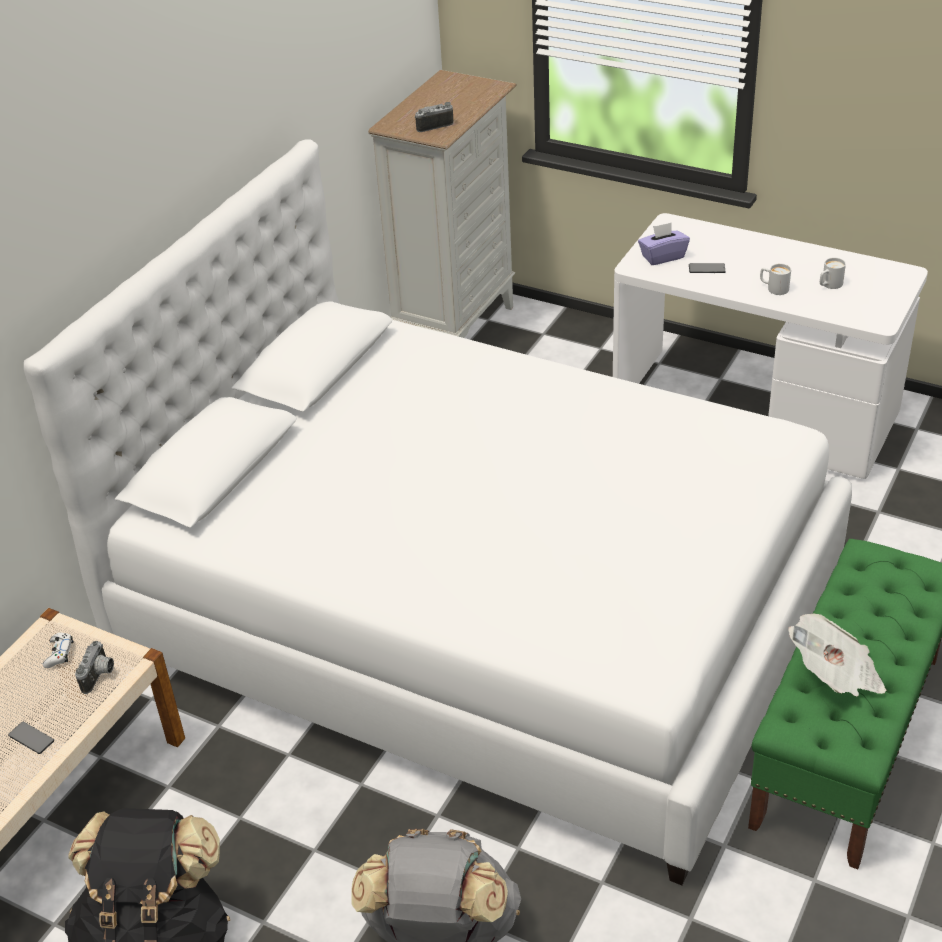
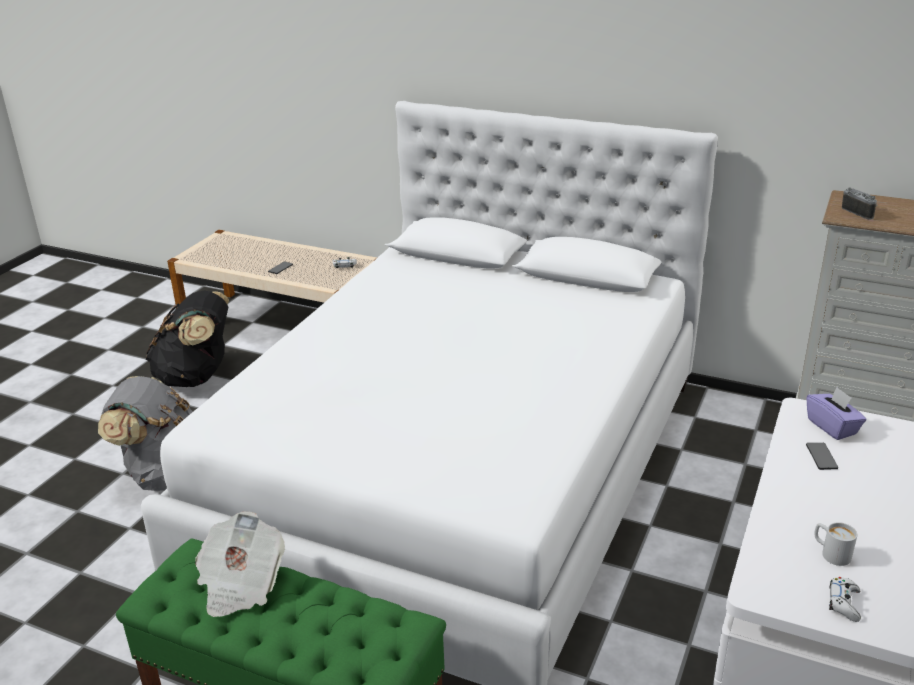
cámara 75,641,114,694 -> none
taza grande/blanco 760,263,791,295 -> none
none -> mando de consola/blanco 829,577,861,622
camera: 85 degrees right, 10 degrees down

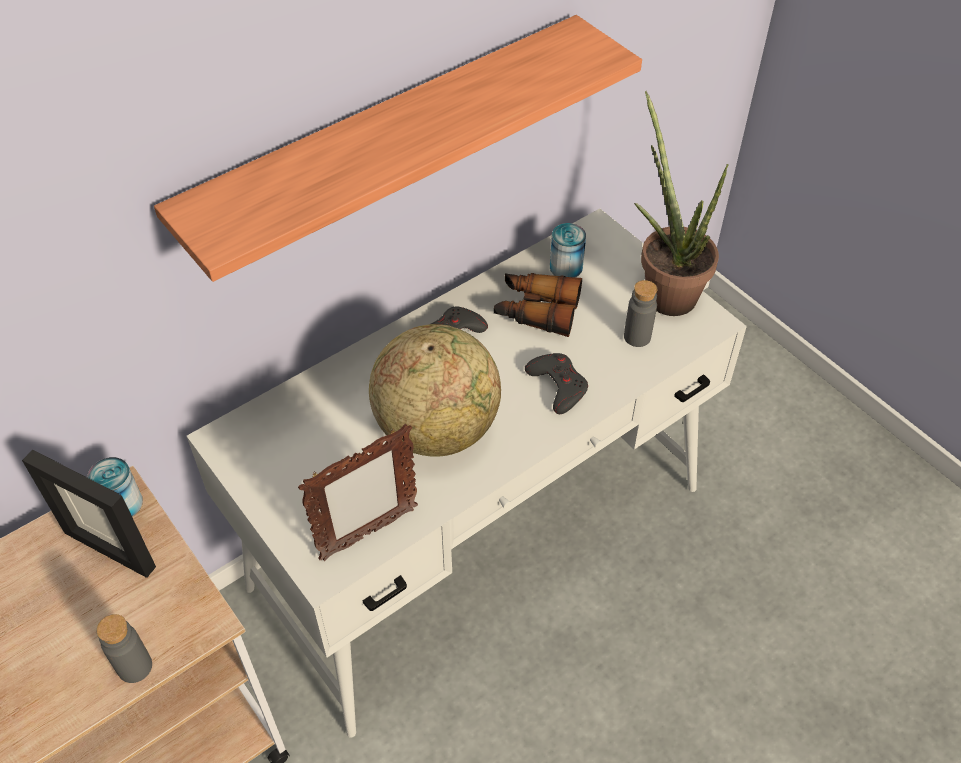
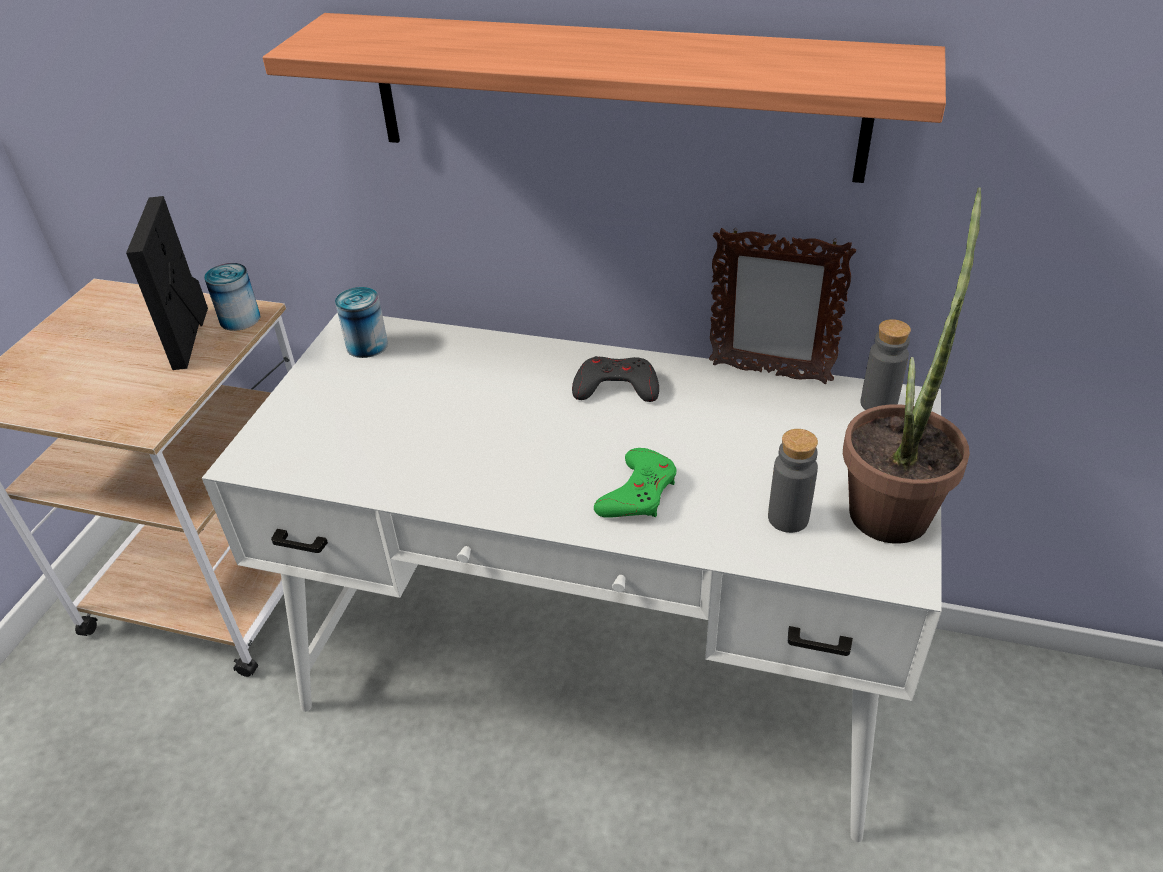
botella/gris 96,614,152,683 -> botella/gris 860,319,911,410, relocated
portarretratos 298,424,418,561 -> portarretratos 709,228,856,384, relocated
globo terráqueo 369,324,501,457 -> none
prismáticos 494,273,582,337 -> none
mando de consola/gris 525,353,588,414 -> mando de consola/verde 594,448,676,518
lata 550,223,586,277 -> lata 335,287,388,358, relocated
camera: 55 degrees right, 10 degrees down

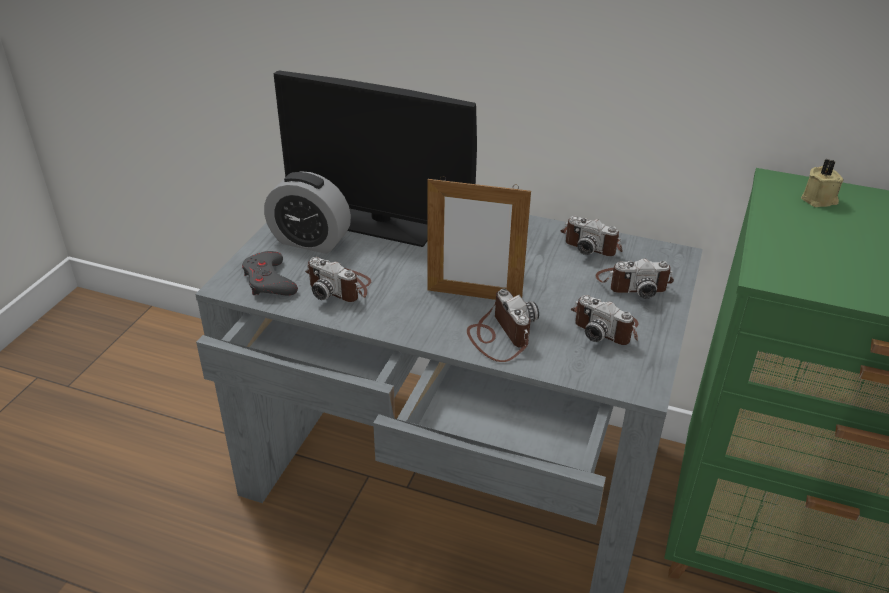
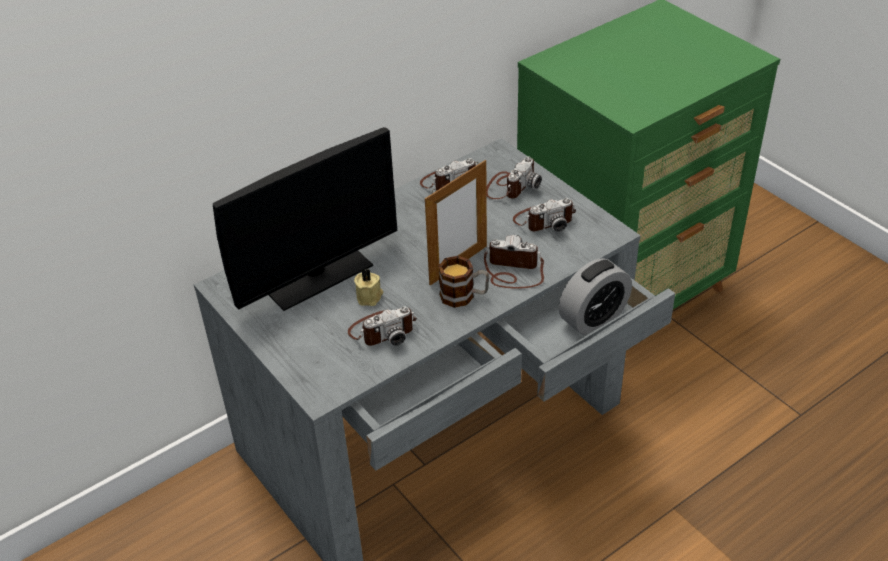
mando de consola/gris 242,251,298,296 -> none
despertador 264,171,351,254 -> despertador 559,258,632,335, relocated
vela/beis 801,159,843,207 -> vela/beis 354,269,383,306, relocated
none -> taza grande 438,256,489,308
camera: 55 degrees left, 5 degrees up

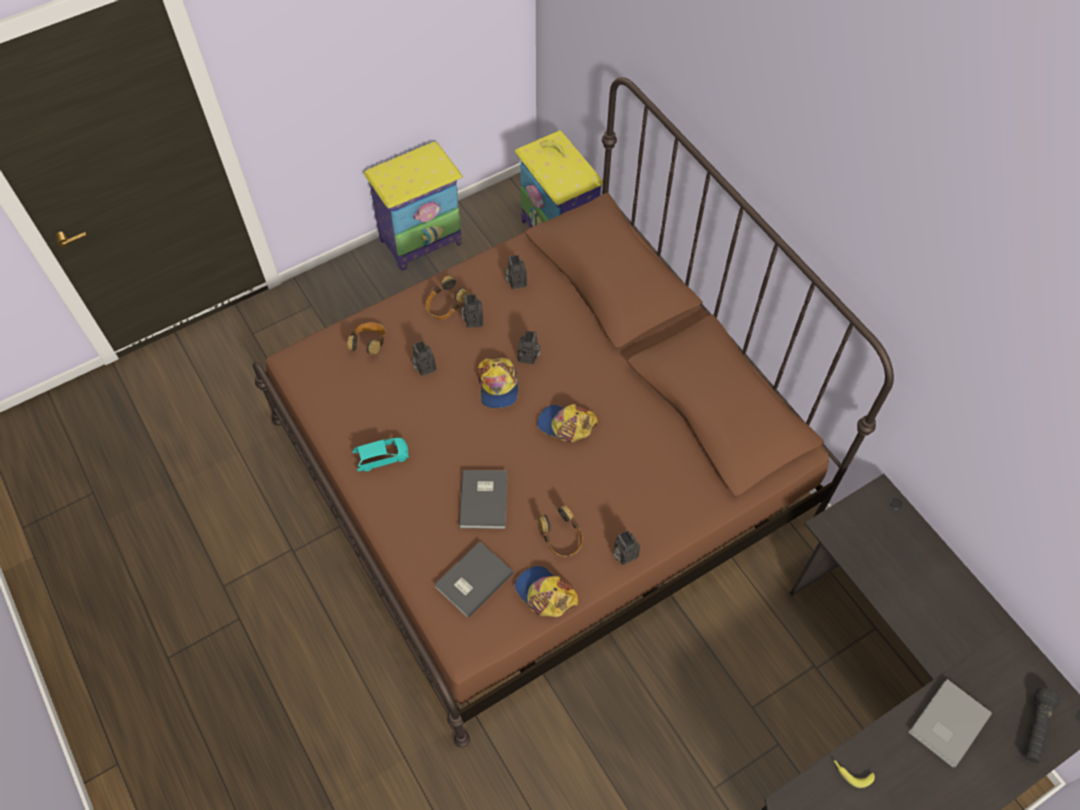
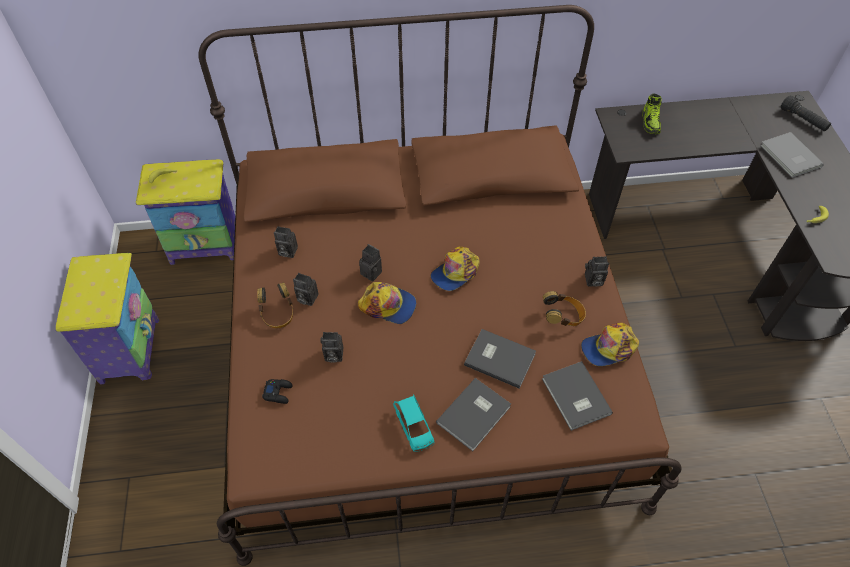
auriculares 348,322,386,355 -> mando de consola/negro 262,379,292,404
coche de juguete/turquesa 353,438,409,472 -> coche de juguete/turquesa 393,394,434,452, 150 degrees clockwise
none -> libro/gris 436,378,511,451
none -> zapato 642,93,662,134
camera: 65 degrees left, 5 degrees down

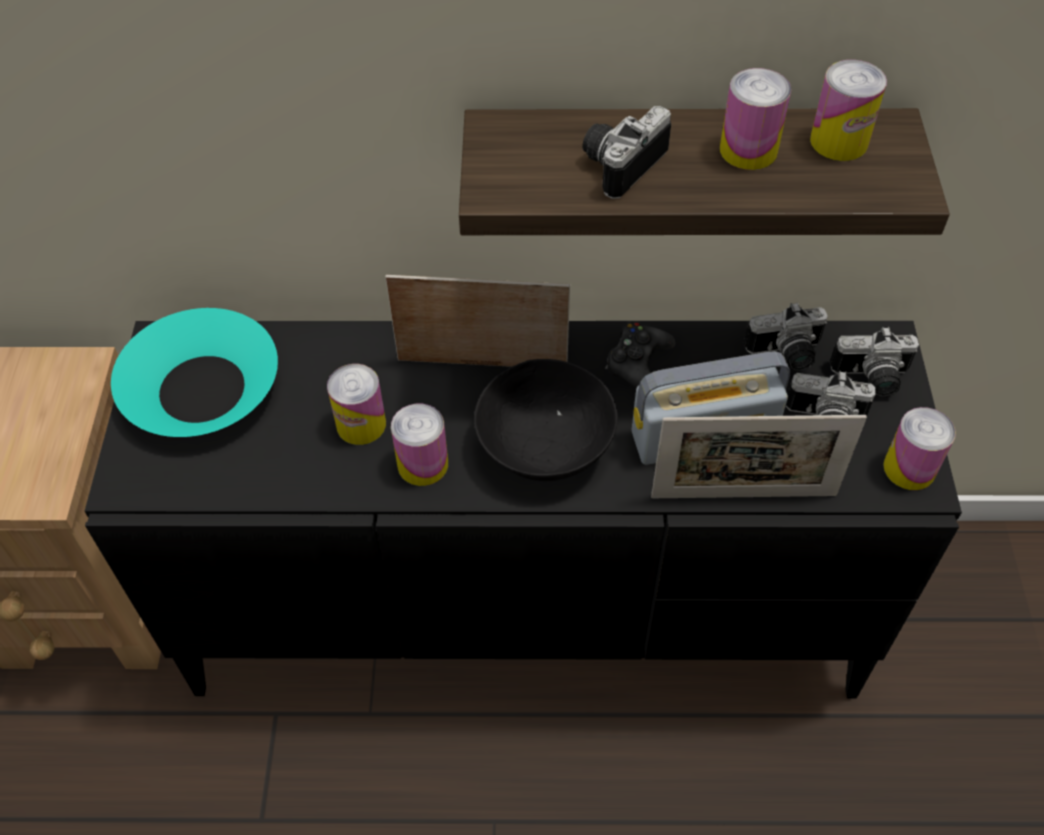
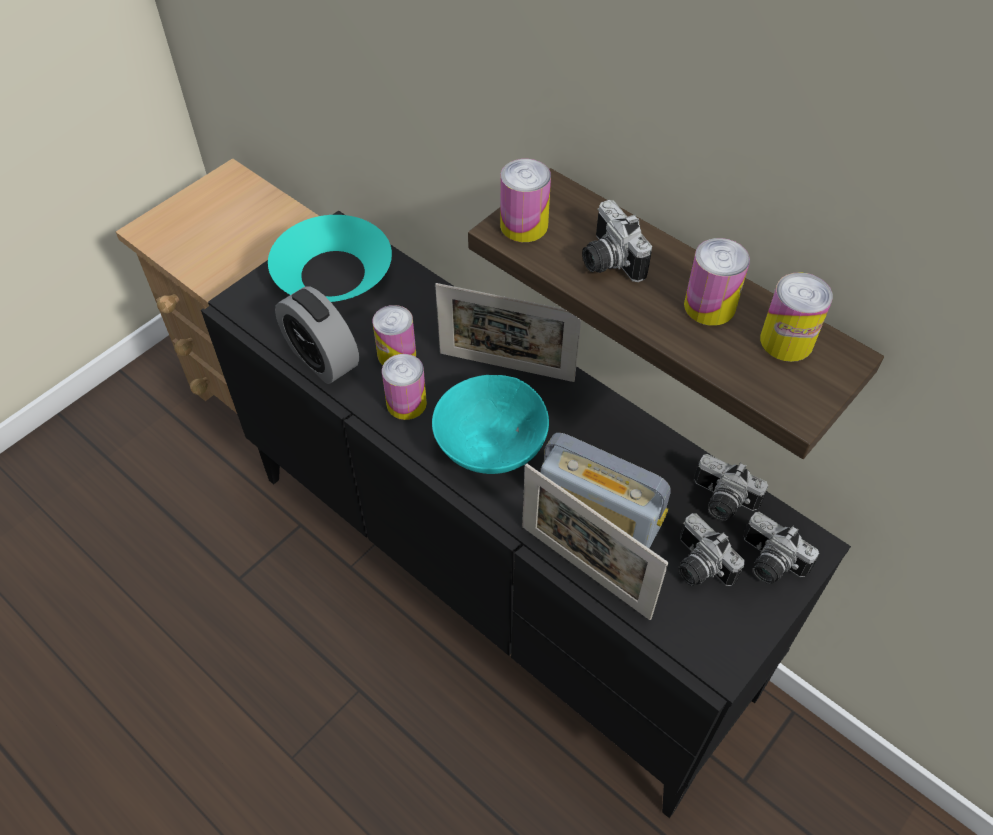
portarretratos 385,275,570,367 -> portarretratos 435,283,581,382, 150 degrees clockwise
cuenco/negro 474,359,618,481 -> cuenco/turquesa 432,375,549,474
cámara 582,106,671,199 -> cámara 582,200,652,282, 105 degrees counterclockwise
mando de consola/negro 605,323,675,388 -> none
lata 883,407,956,490 -> lata 500,159,551,242, relocated
none -> despertador 275,286,359,384
camera: 40 degrees right, 0 degrees up

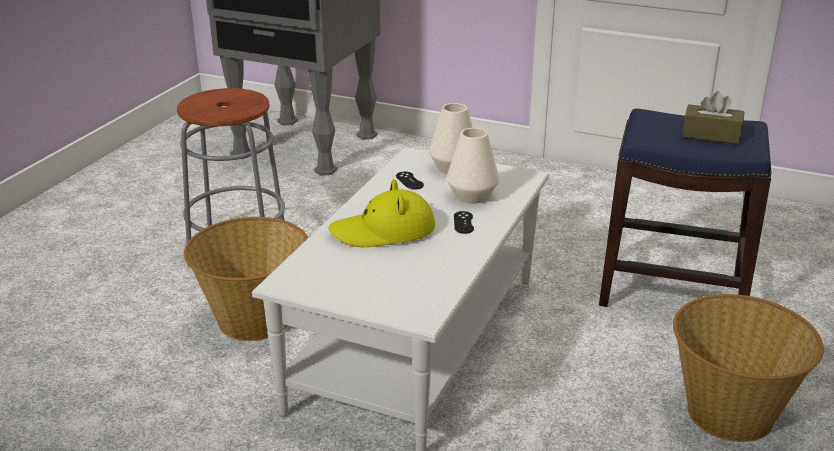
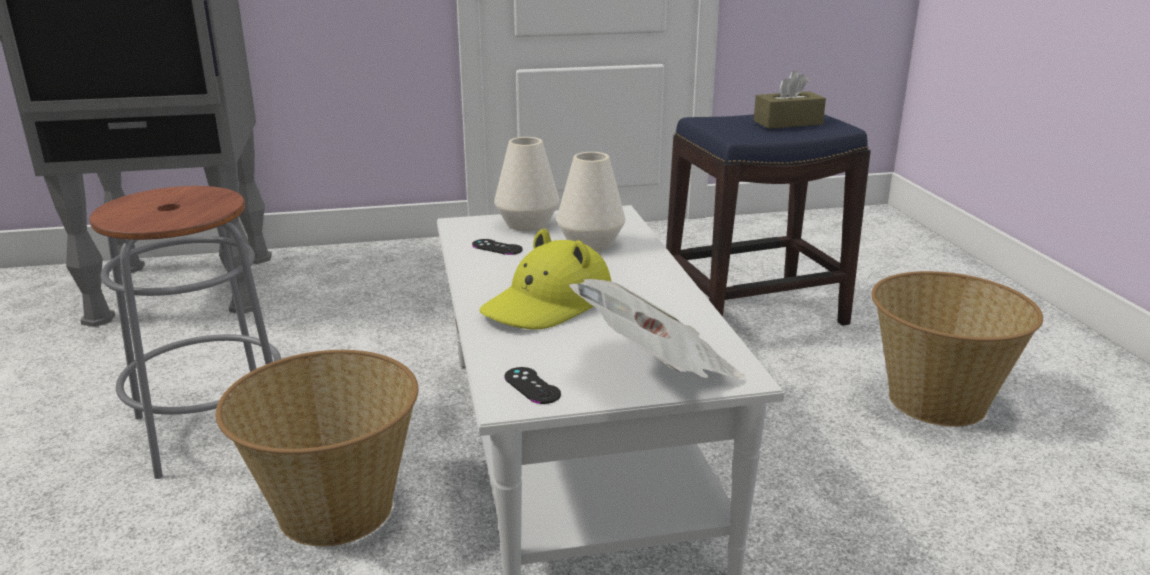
mando de consola/negro 454,211,474,234 -> mando de consola/negro 504,367,561,404, relocated
none -> periódico 569,279,745,378
camera: 35 degrees left, 5 degrees down

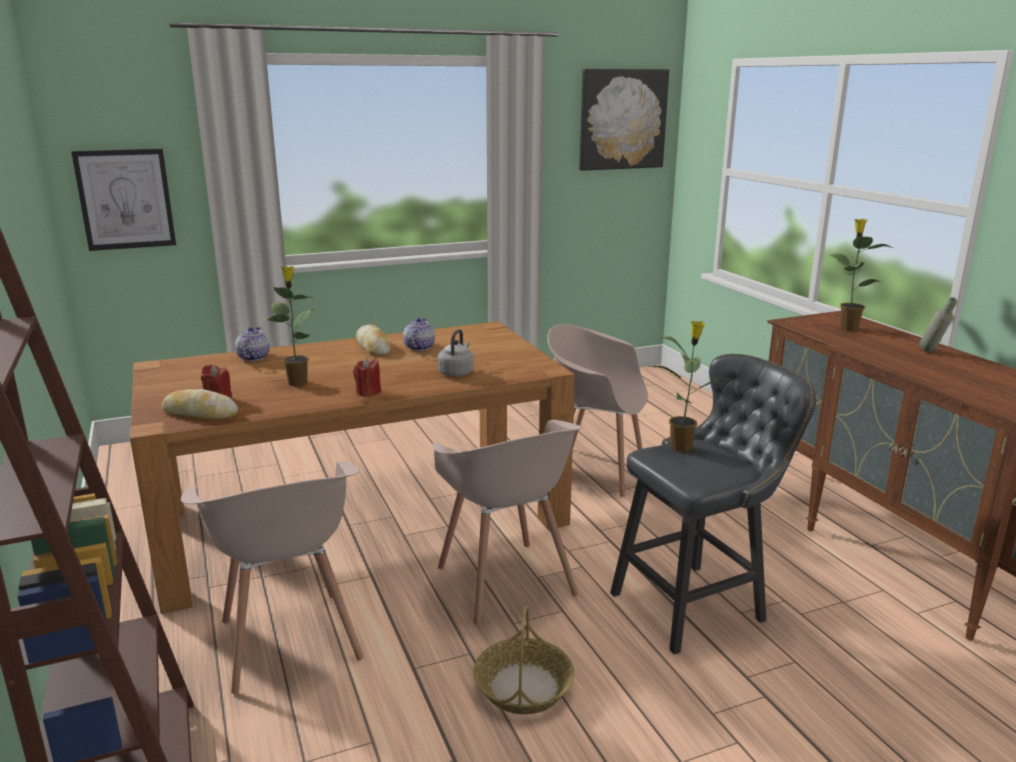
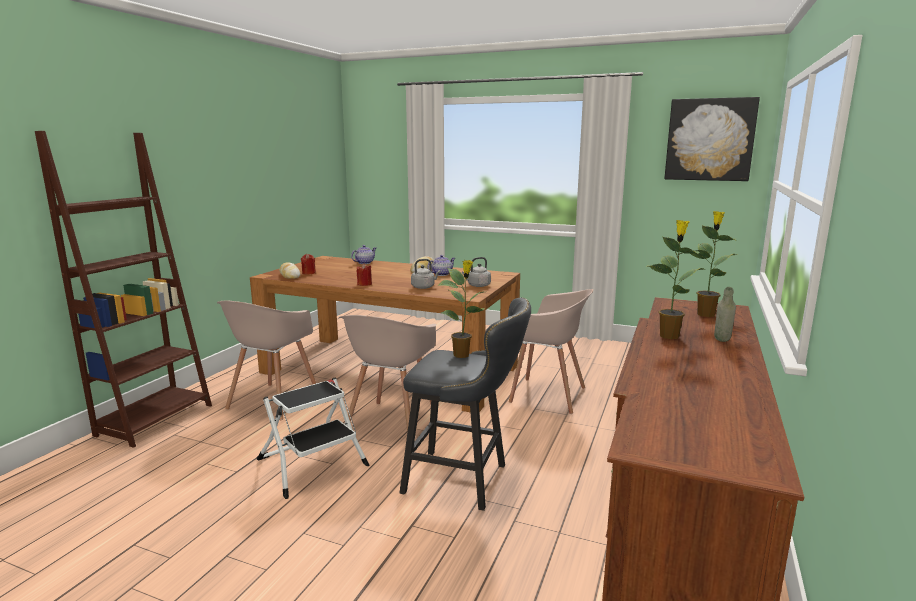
cuadro 71,148,176,251 -> none
planta en maceta 265,266,315,386 -> planta en maceta 647,220,704,339, relocated
cesta 473,606,574,714 -> escalera de tijera 257,377,369,499
silla/beis 547,324,648,497 -> silla/beis 509,289,593,414, 135 degrees clockwise
none -> hervidor/gris 462,257,491,287
camera: 45 degrees right, 5 degrees down

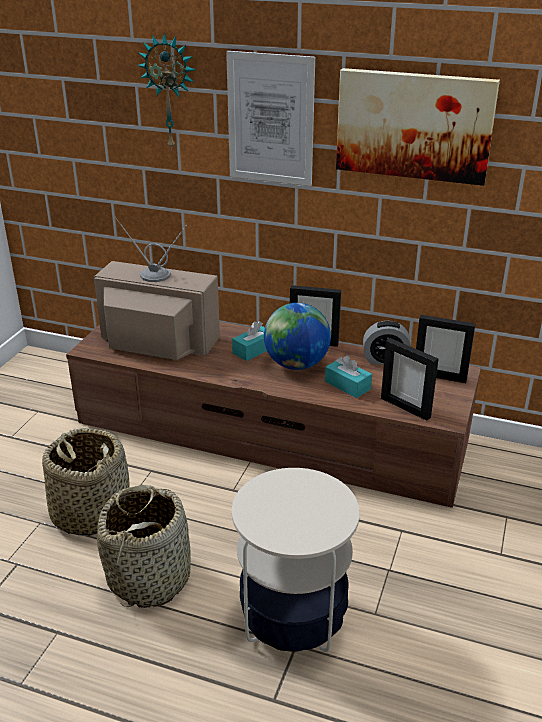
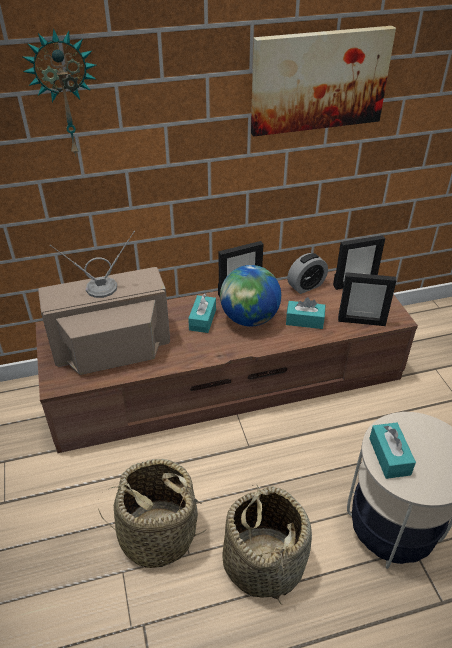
cuadro 226,51,315,186 -> none
none -> caja de pañuelos/turquesa 369,423,416,479
camera: 35 degrees left, 10 degrees up

